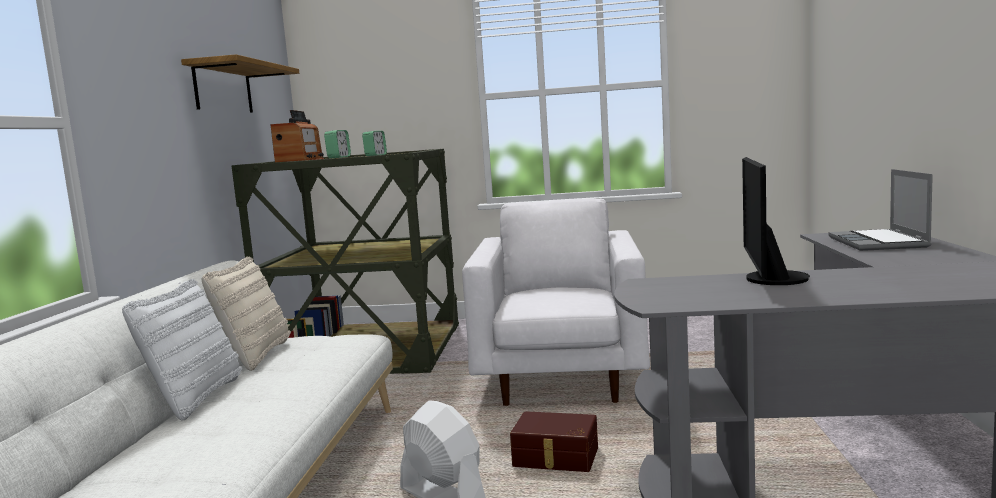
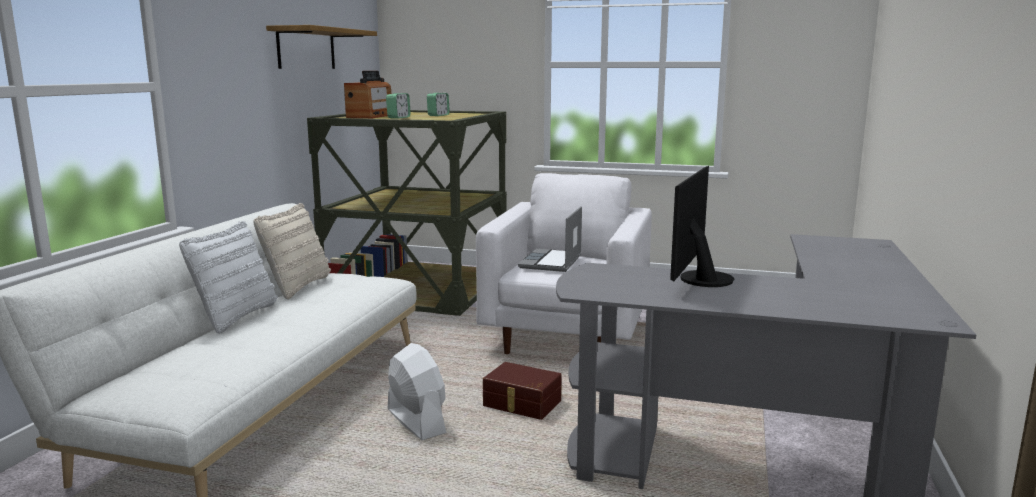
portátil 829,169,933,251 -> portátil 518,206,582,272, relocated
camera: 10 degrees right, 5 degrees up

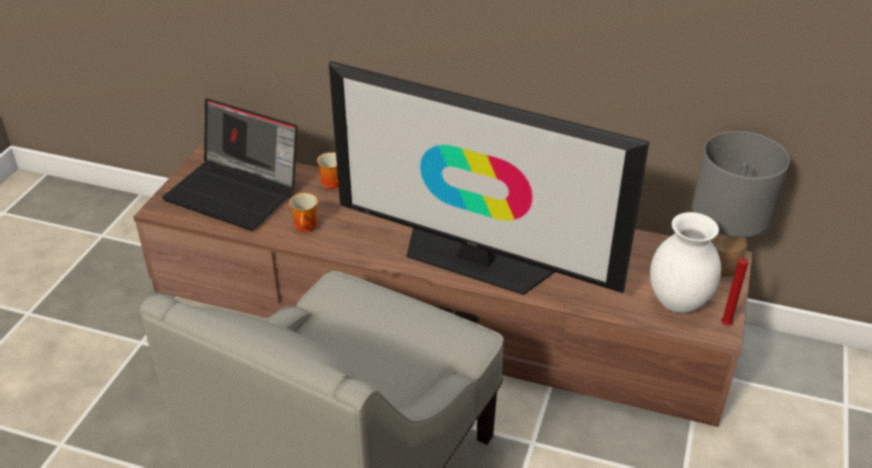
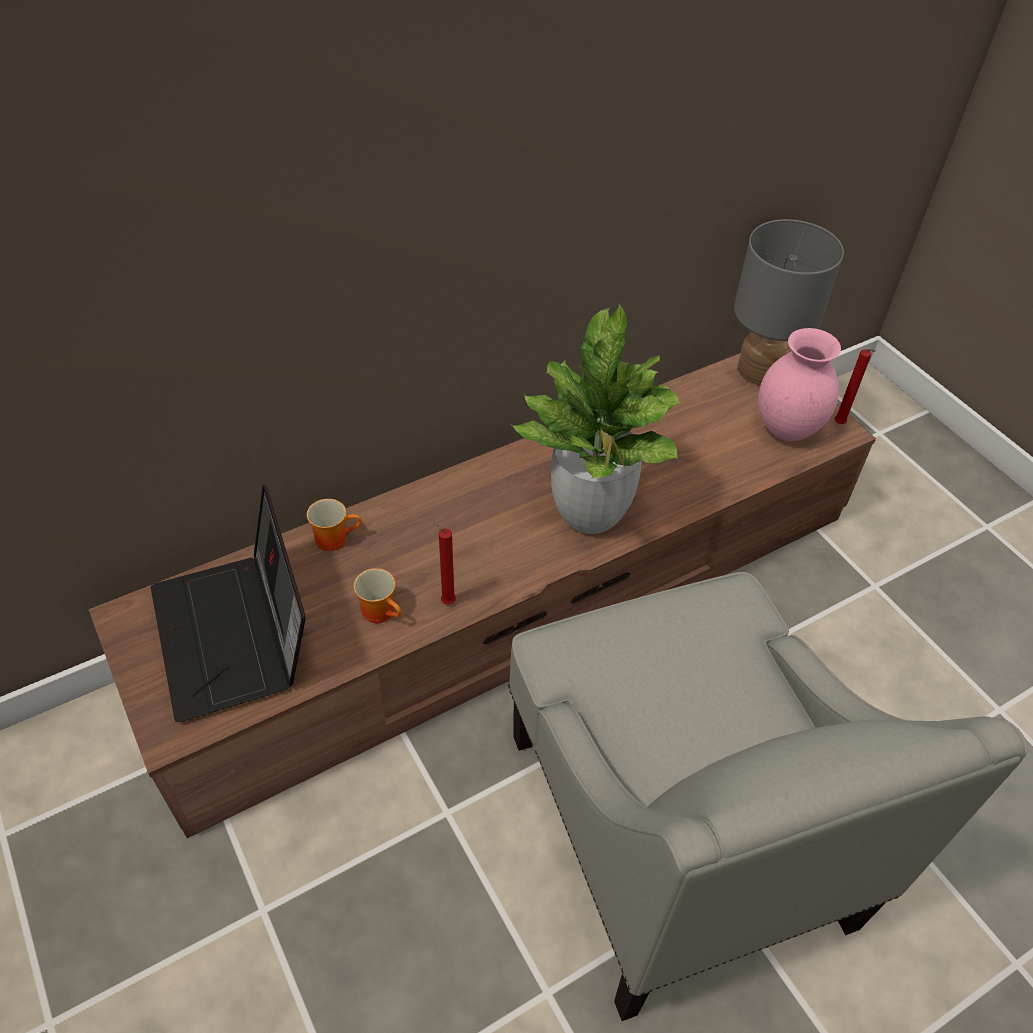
portátil 162,98,298,231 -> portátil 151,485,306,722, 90 degrees clockwise
televisor 329,61,649,295 -> planta en maceta 512,304,680,534
florero/blanco 650,212,721,313 -> florero/rosa 758,328,841,441
none -> vela/rojo 432,520,456,605
camera: 50 degrees left, 10 degrees up

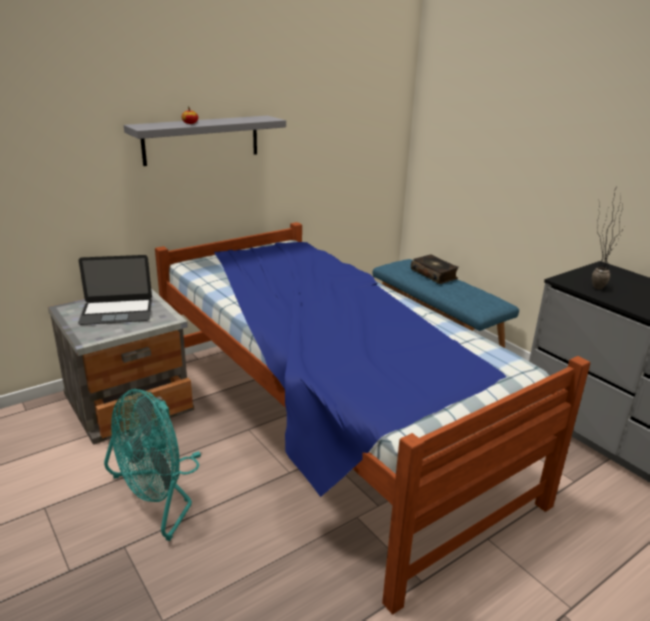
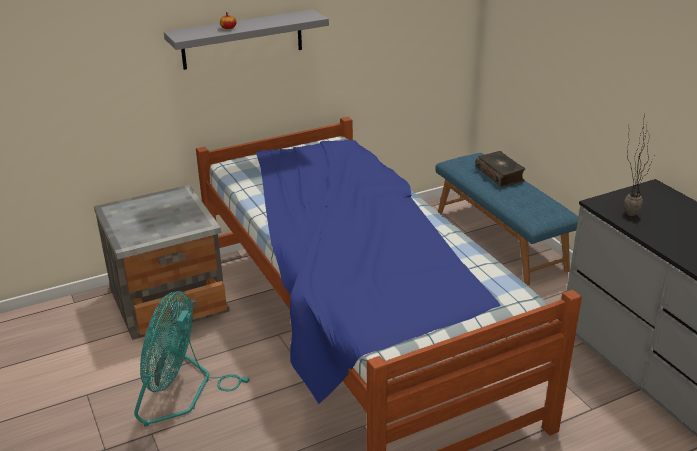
portátil 78,255,152,325 -> none
ventilador/turquesa 104,389,202,541 -> ventilador/turquesa 134,291,251,427, 45 degrees clockwise
camera: 10 degrees right, 5 degrees up

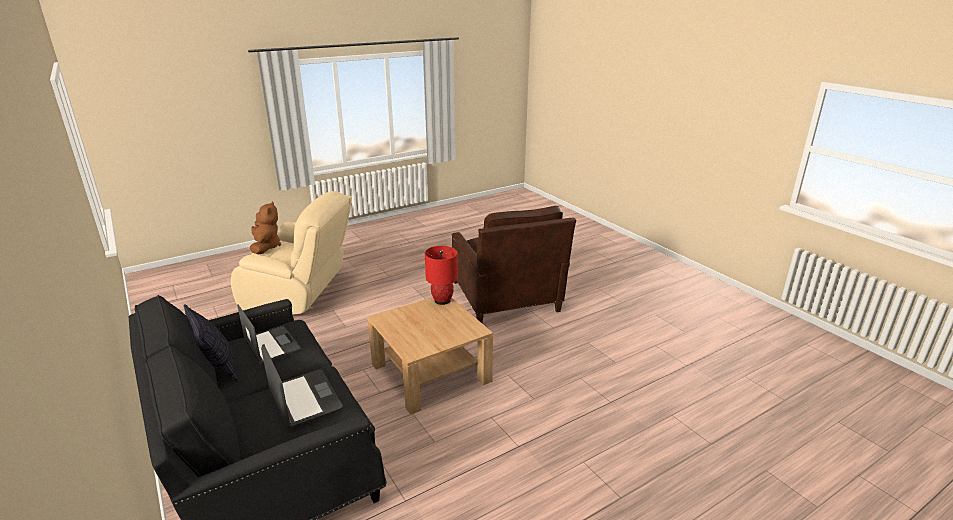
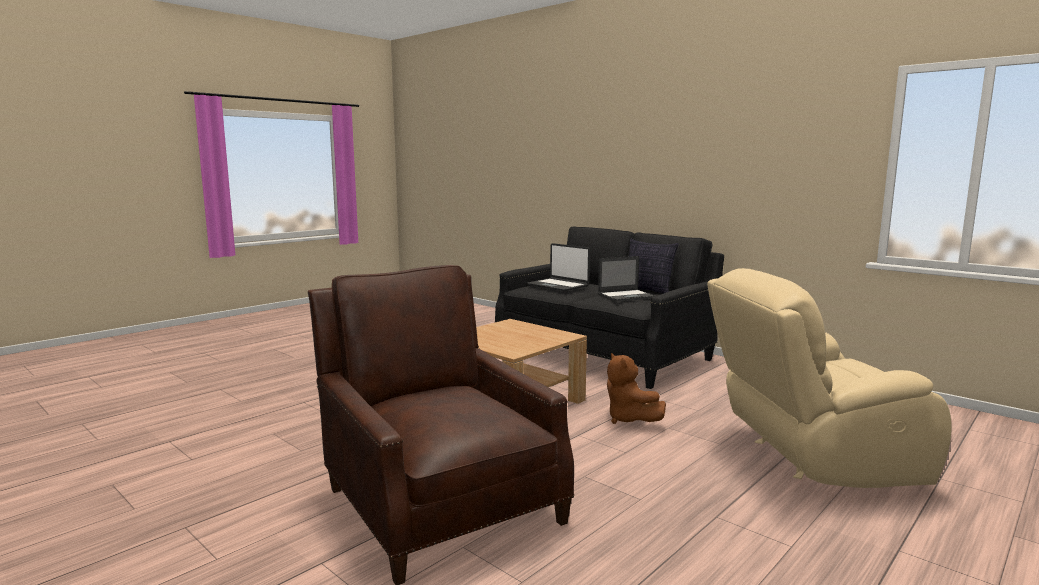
portátil 237,304,302,365 -> portátil 598,256,655,302, 60 degrees counterclockwise
peluche/marrón 250,201,281,255 -> peluche/marrón 607,353,666,424, relocated
lámpara de mesa/rojo 425,246,458,305 -> none
camera: 165 degrees right, 15 degrees down

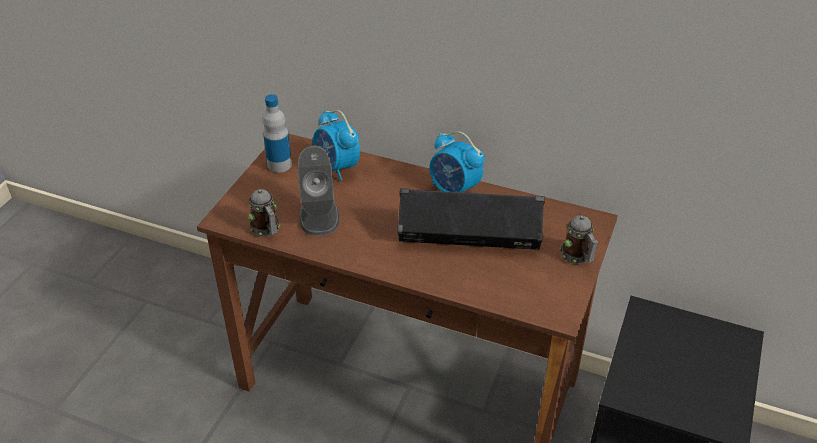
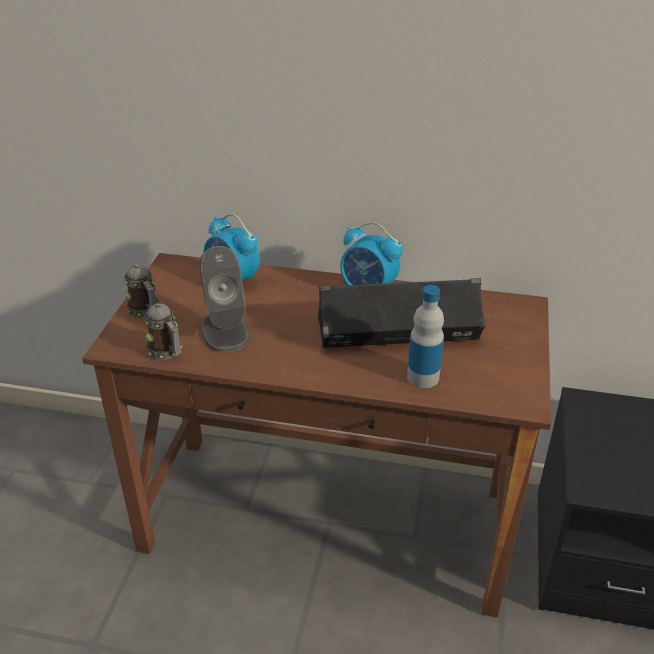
botella 263,94,292,173 -> botella 407,285,444,388, relocated
taza grande 560,215,598,264 -> taza grande 124,264,158,318, relocated
camera: 10 degrees left, 5 degrees down

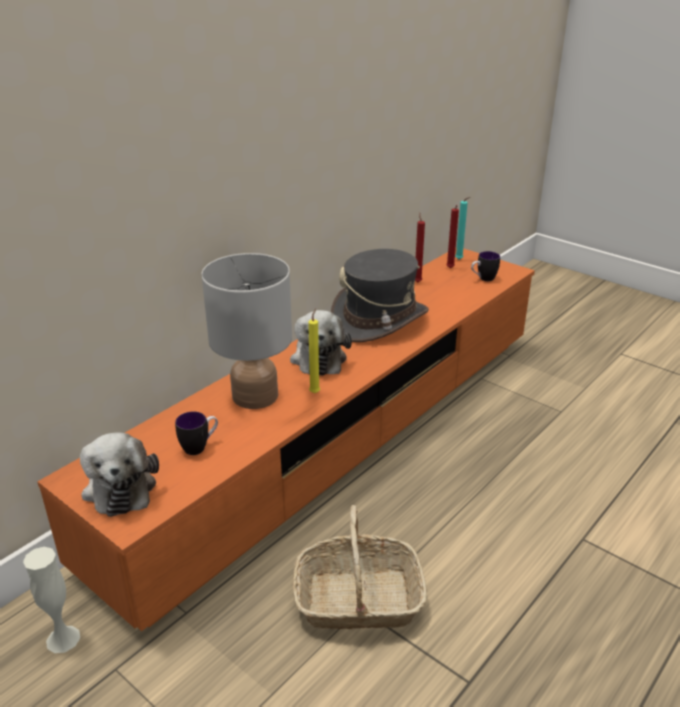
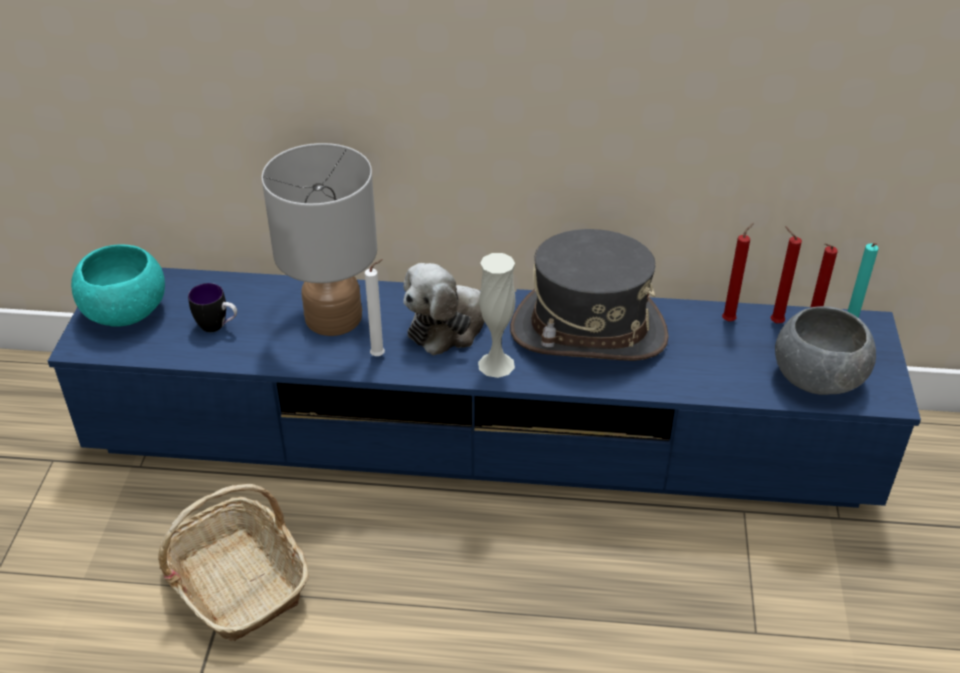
florero/blanco 23,547,80,653 -> florero/blanco 478,253,515,378, relocated
mueble de televisión/naranja 37,247,535,631 -> mueble de televisión/azul 48,268,921,508
peluche 80,432,159,517 -> cuenco/turquesa 71,244,165,327
vela/amarillo 308,308,320,393 -> vela/blanco 365,259,385,356
taza grande 471,251,500,281 -> cuenco/gris 775,306,876,395
none -> vela/rojo 771,226,802,323
camera: 55 degrees right, 10 degrees up

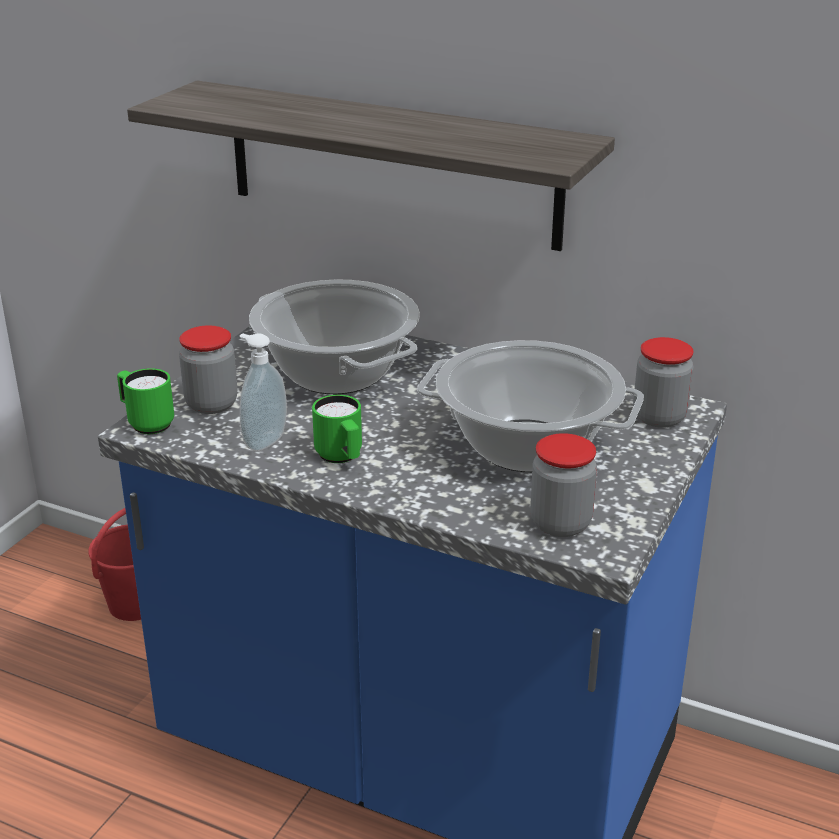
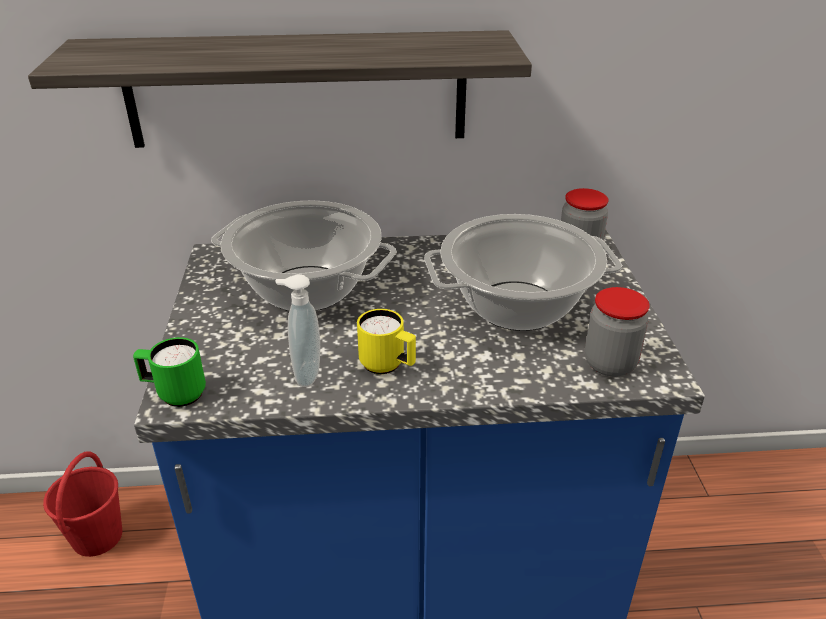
tarro 179,325,237,414 -> none
taza grande/verde 312,395,362,463 -> taza grande/amarillo 357,309,416,374
camera: 30 degrees left, 5 degrees up

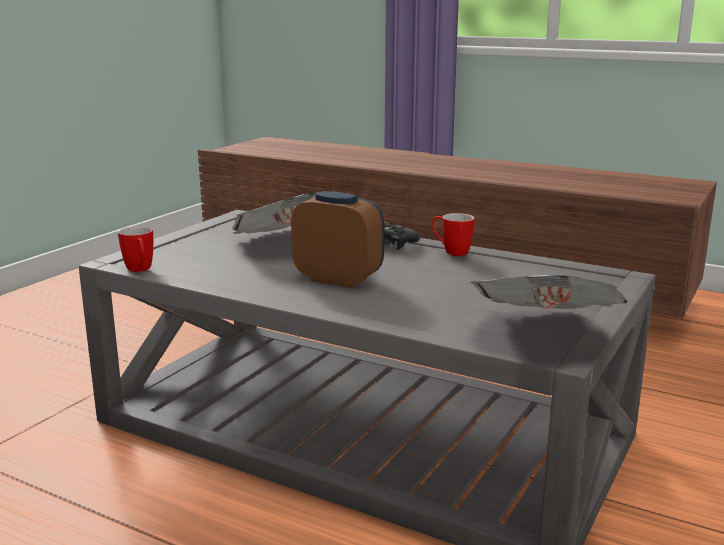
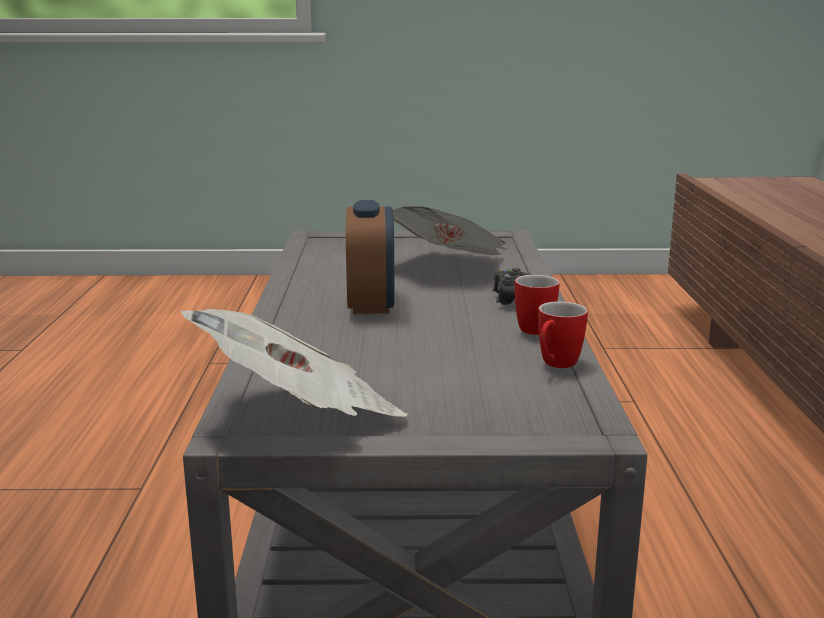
taza grande 118,226,153,272 -> taza grande 538,301,588,368, relocated
camera: 60 degrees right, 0 degrees up

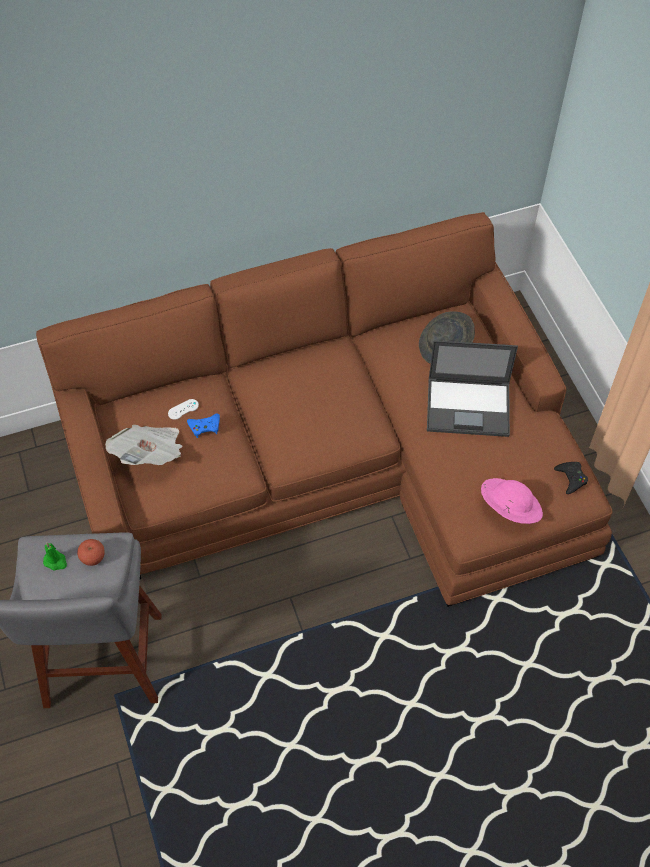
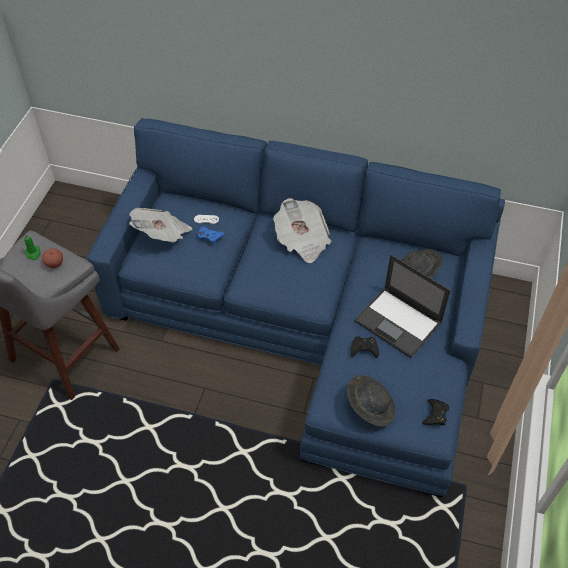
sofá/marrón 36,212,613,607 -> sofá/azul 87,118,505,497
sombrero/rosa 481,478,543,524 -> sombrero/gris 347,375,396,427
none -> periódico 273,198,332,263
none -> mando de consola/negro 351,336,379,358
camera: 35 degrees right, 5 degrees down

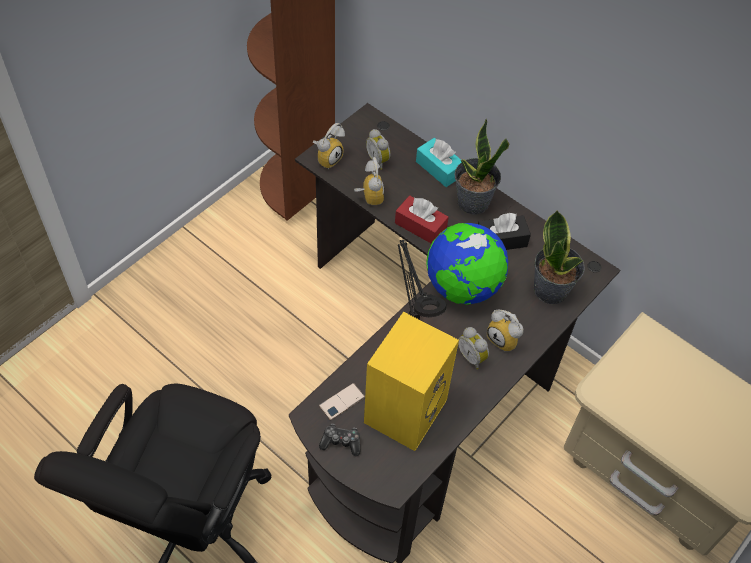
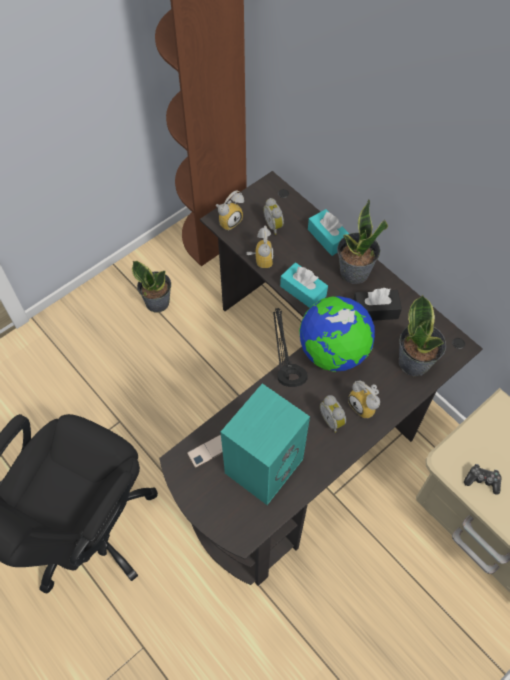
mando de consola 319,424,361,456 -> mando de consola 464,464,501,495, relocated
altavoz/amarillo 364,312,459,451 -> altavoz/turquesa 221,383,310,505
caja de pañuelos/rojo 395,195,449,243 -> caja de pañuelos/turquesa 280,263,328,308
none -> planta en maceta 132,261,171,313
camera: 10 degrees right, 5 degrees up

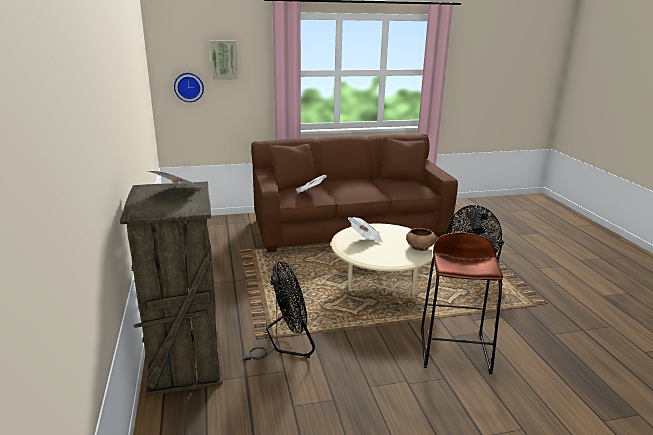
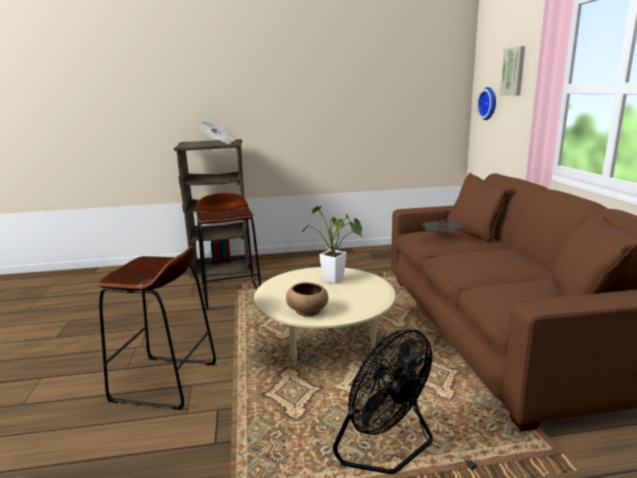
ventilador/negro 244,262,315,360 -> taburete/marrón 196,193,261,310
periódico 348,217,384,243 -> planta en maceta 302,206,363,283
camera: 95 degrees right, 5 degrees down

